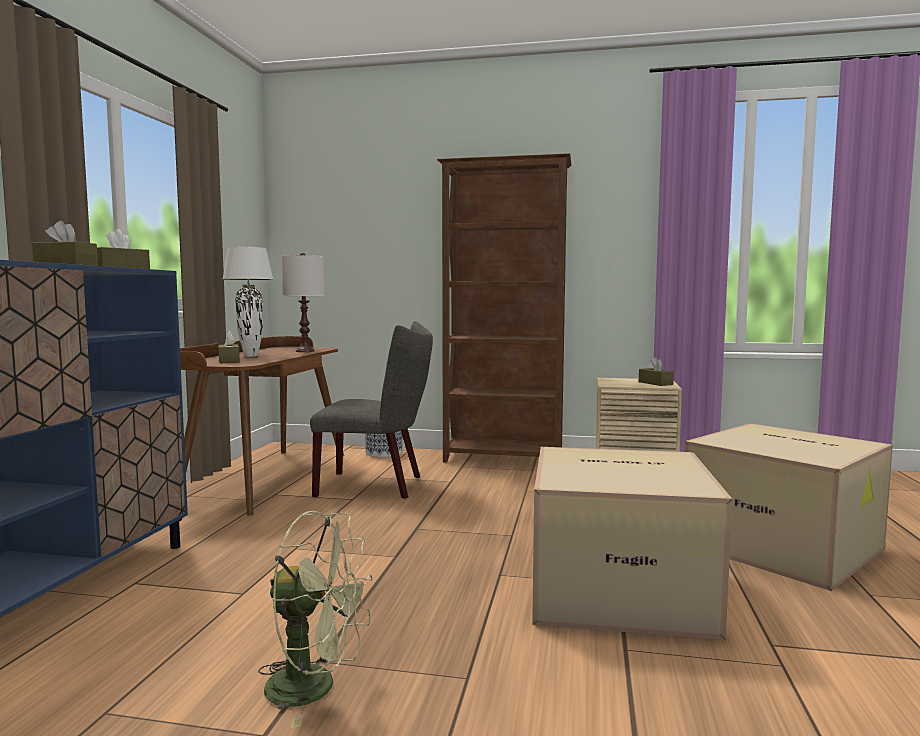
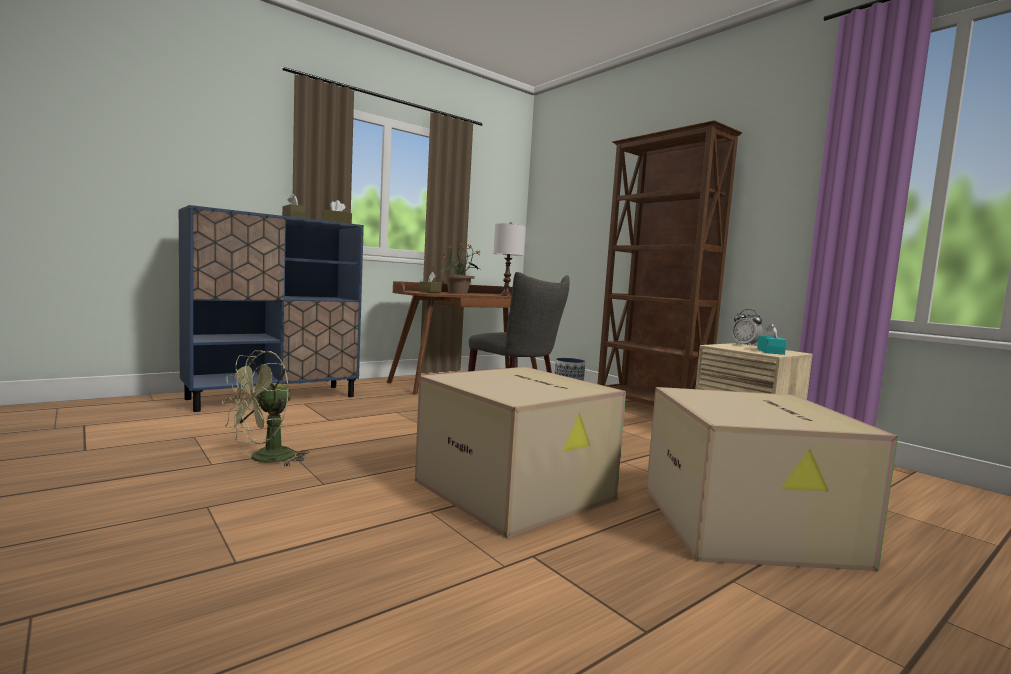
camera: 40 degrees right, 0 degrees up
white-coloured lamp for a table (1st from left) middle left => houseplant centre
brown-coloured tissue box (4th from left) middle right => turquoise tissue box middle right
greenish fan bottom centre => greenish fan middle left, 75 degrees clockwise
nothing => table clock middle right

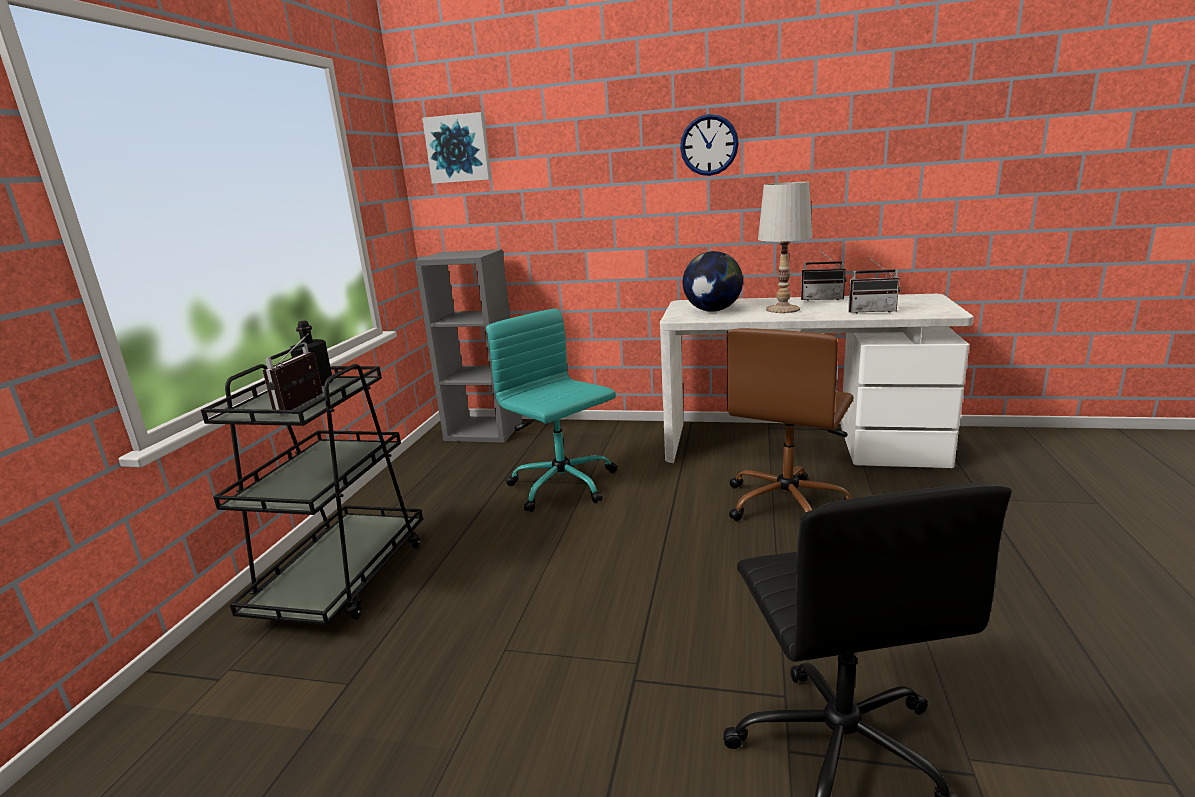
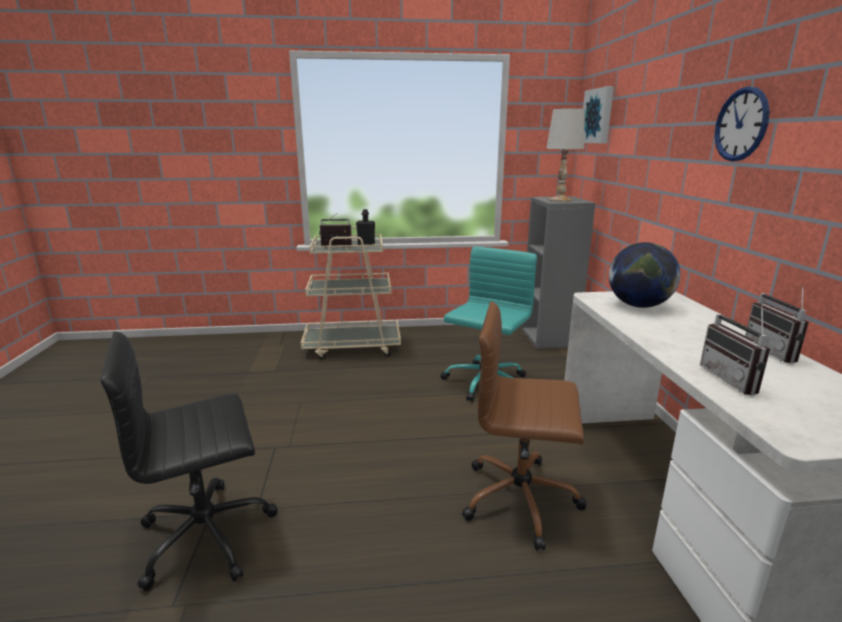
camera: 70 degrees right, 0 degrees up
white-coloured lamp for a table top centre => white-coloured lamp for a table top right, move
black cart middle left => beige cart centre

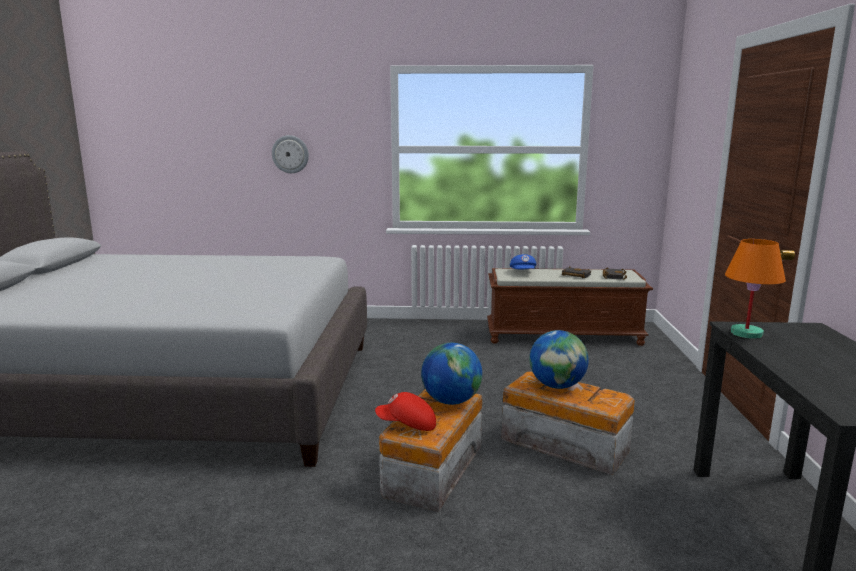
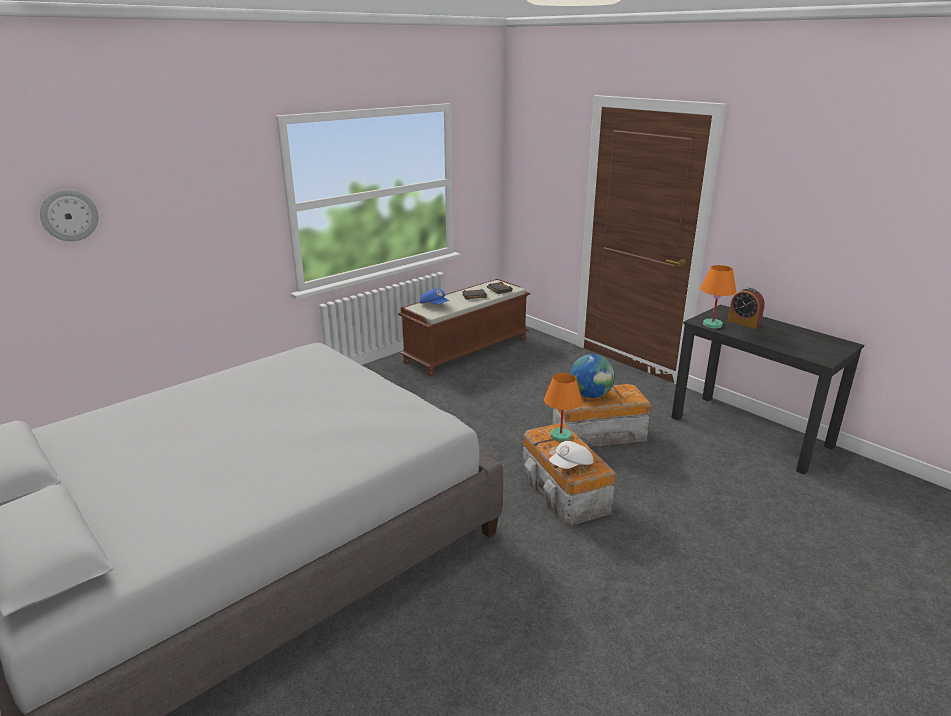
camera: 45 degrees left, 10 degrees up
hanging clock top centre => hanging clock top left, move
globe (1st from left) centre => orange-coloured lamp for a table (1st from left) centre
red-coloured cap bottom centre => white-coloured cap centre
nothing => table clock middle right

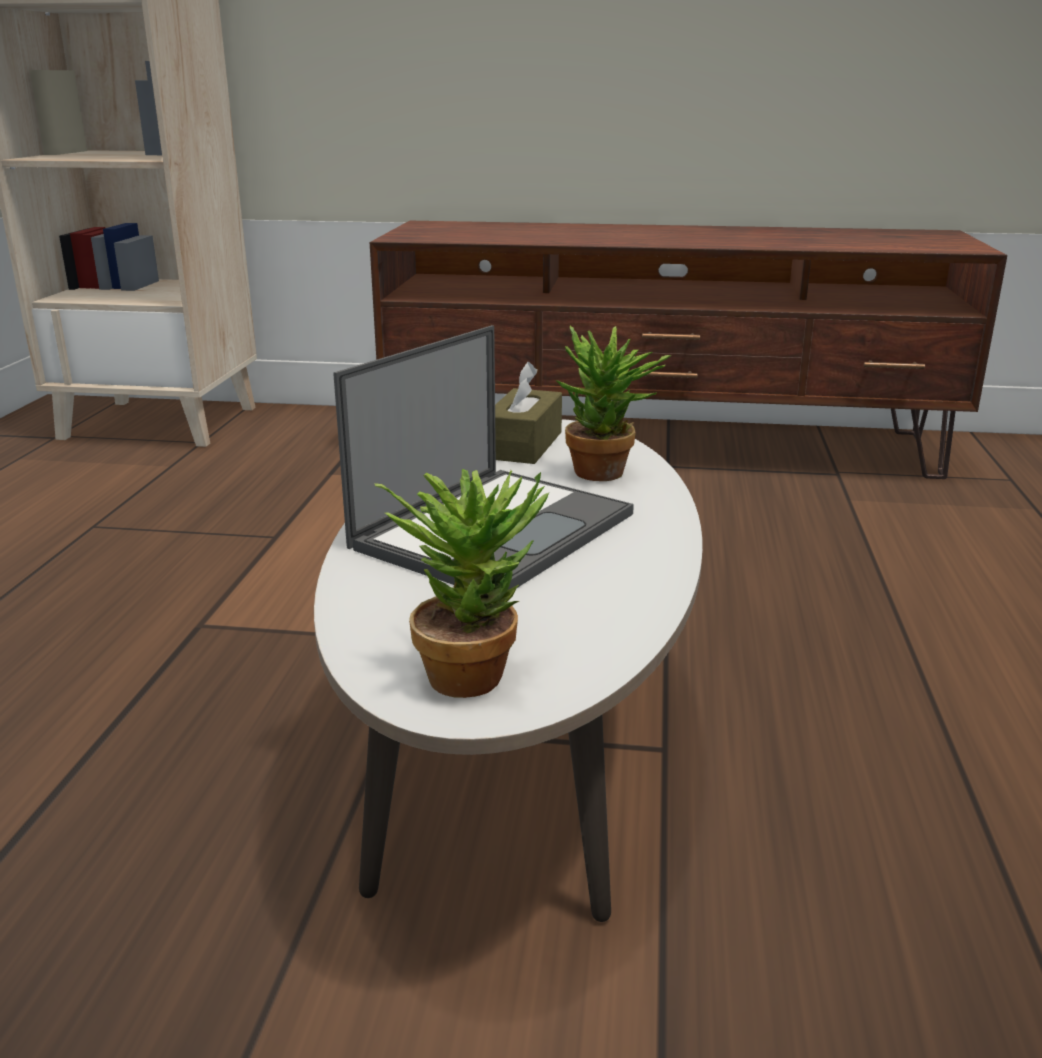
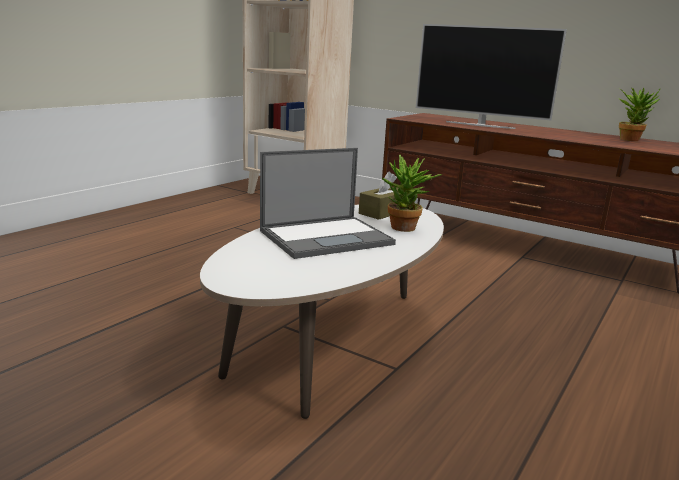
camera: 25 degrees right, 5 degrees down
houseplant (1st from left in the first image) centre => houseplant (2nd from left) top right, move
nothing => TV top right

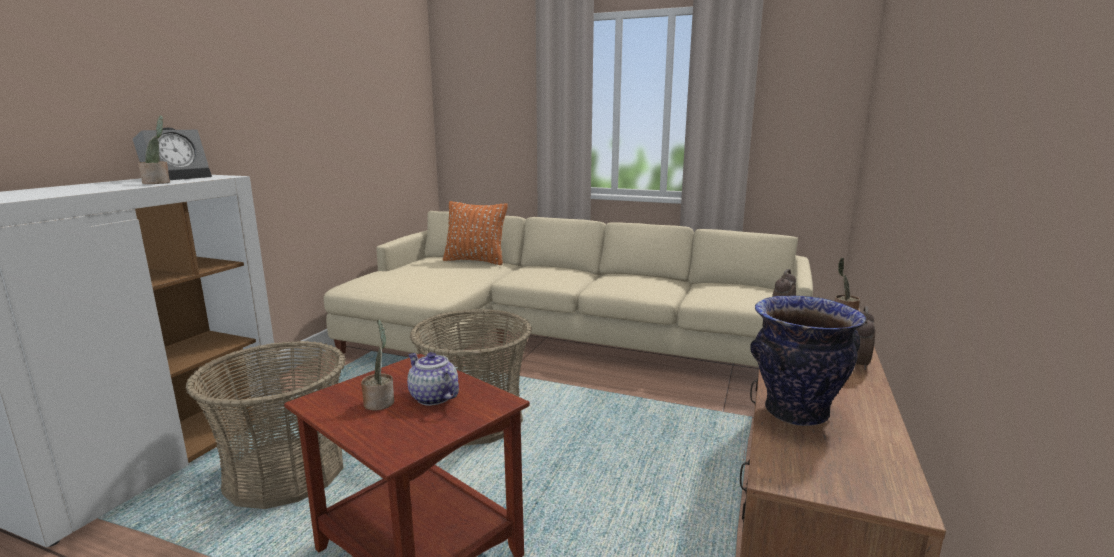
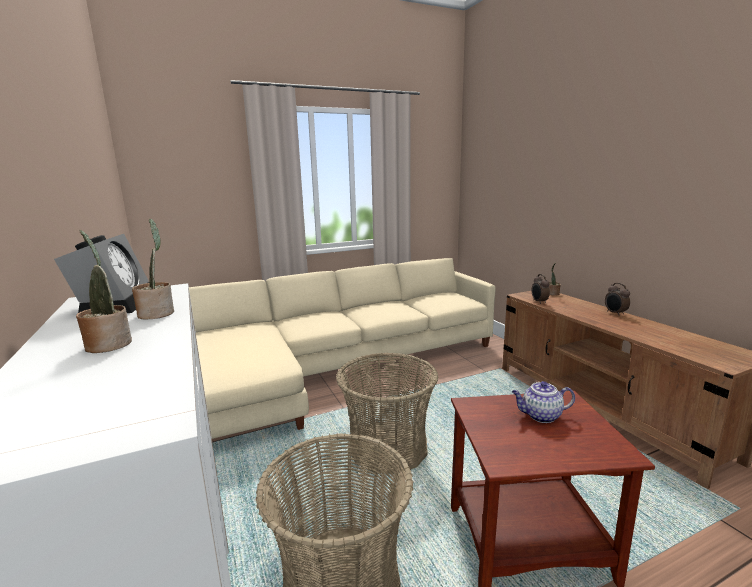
camera: 45 degrees left, 0 degrees up
orange-coloured cushion centre => nothing
flower vase middle right => nothing
houseplant (2nd from left in the first image) centre => houseplant (1st from left) middle left, move

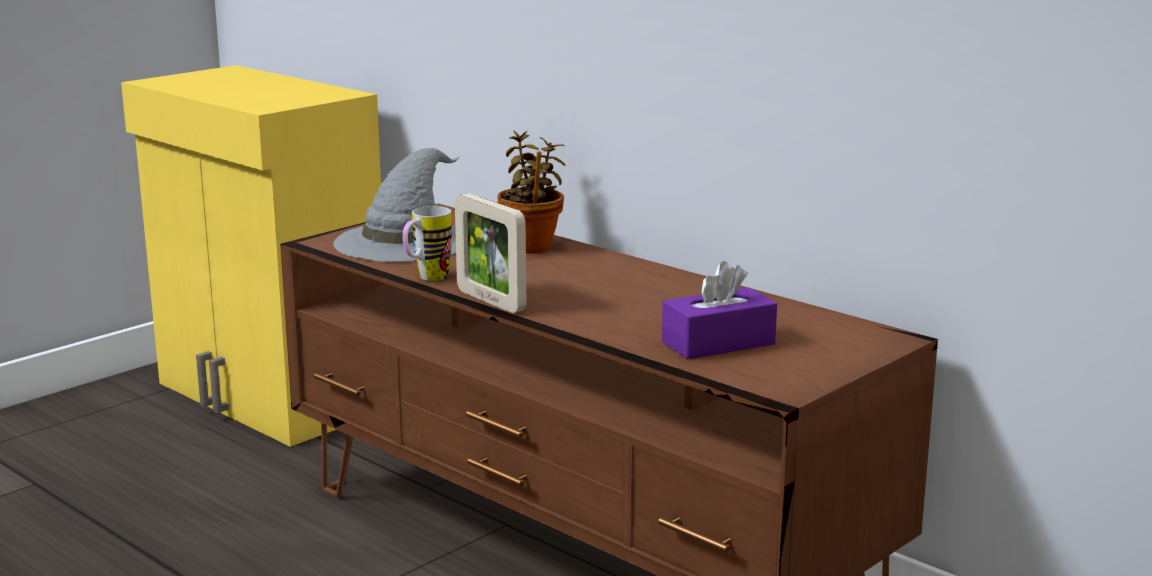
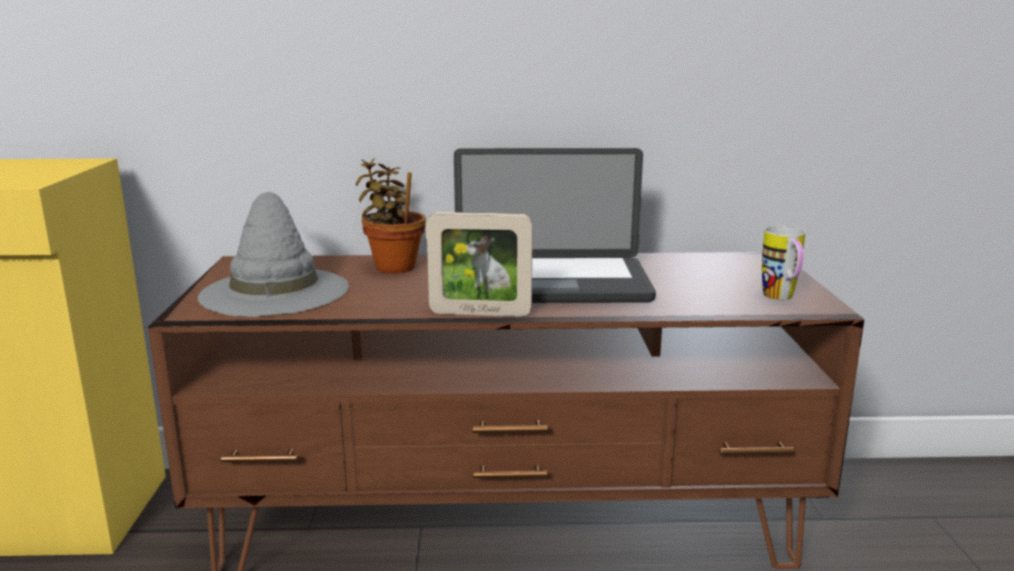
camera: 45 degrees left, 0 degrees up
tea mug centre => tea mug middle right, move
purplish tissue box centre => nothing
nothing => notebook computer centre

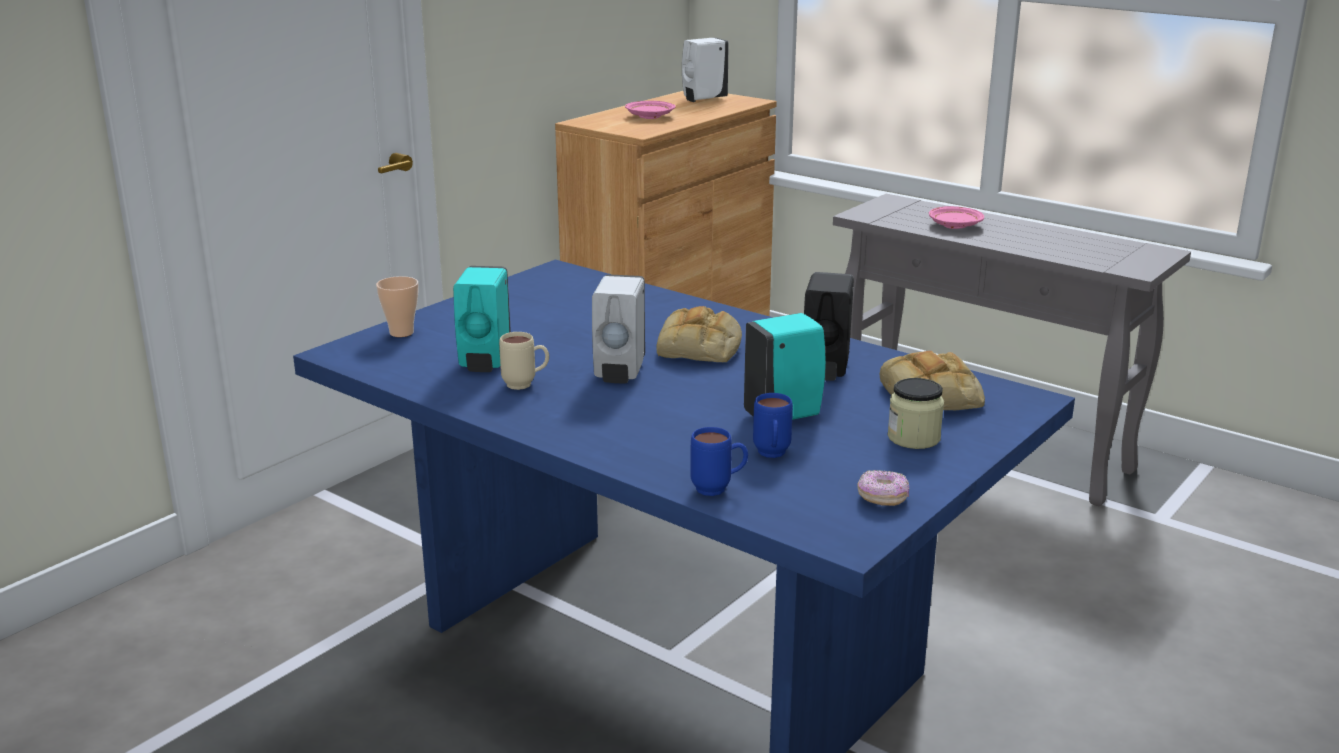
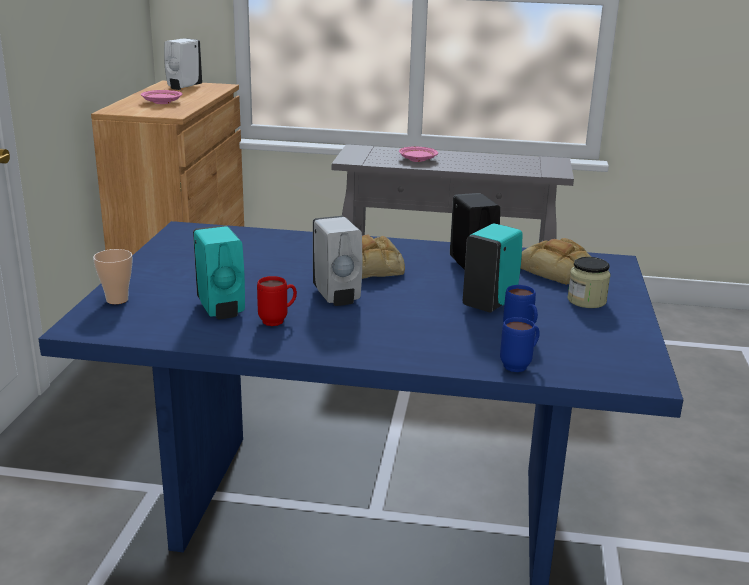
camera: 30 degrees left, 0 degrees up
beige tea mug centre => red-coloured tea mug centre
doughnut centre => nothing

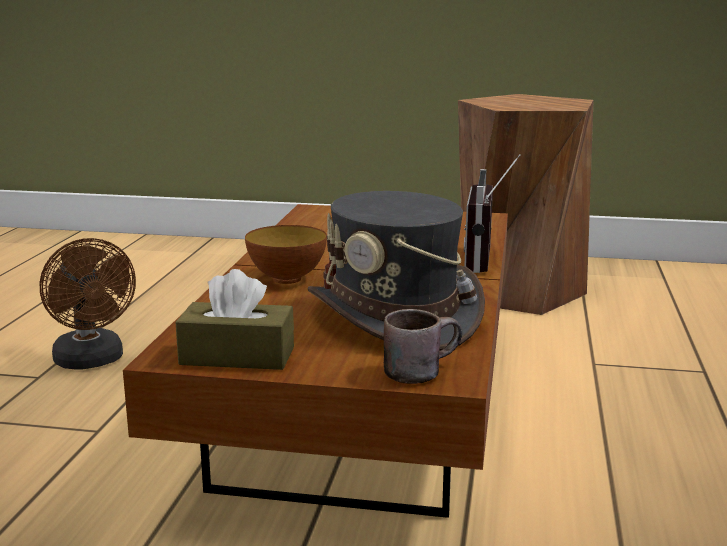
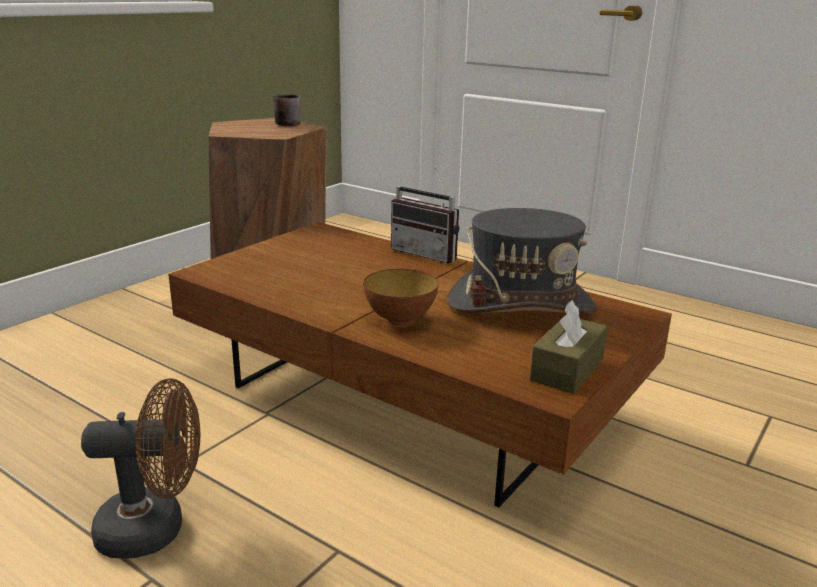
camera: 65 degrees left, 5 degrees up
brown-coloured tea mug centre => brown-coloured tea mug top centre, move

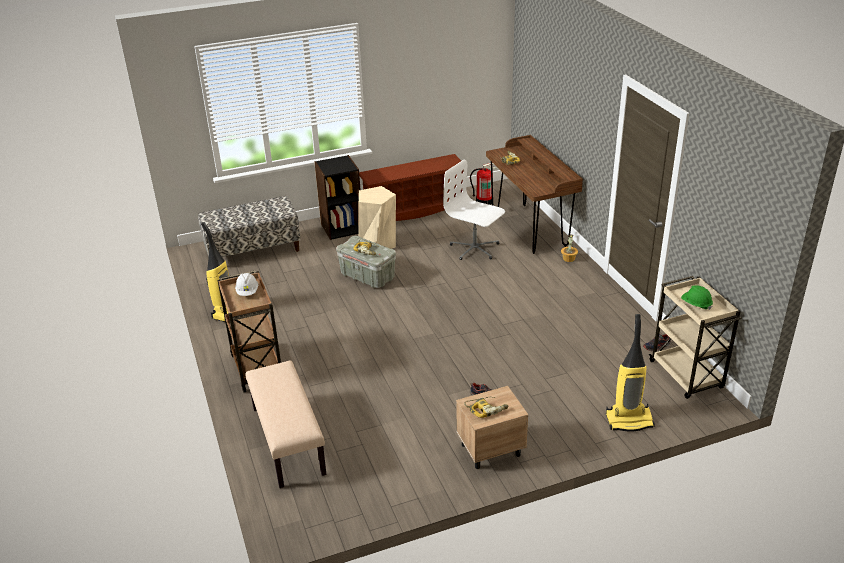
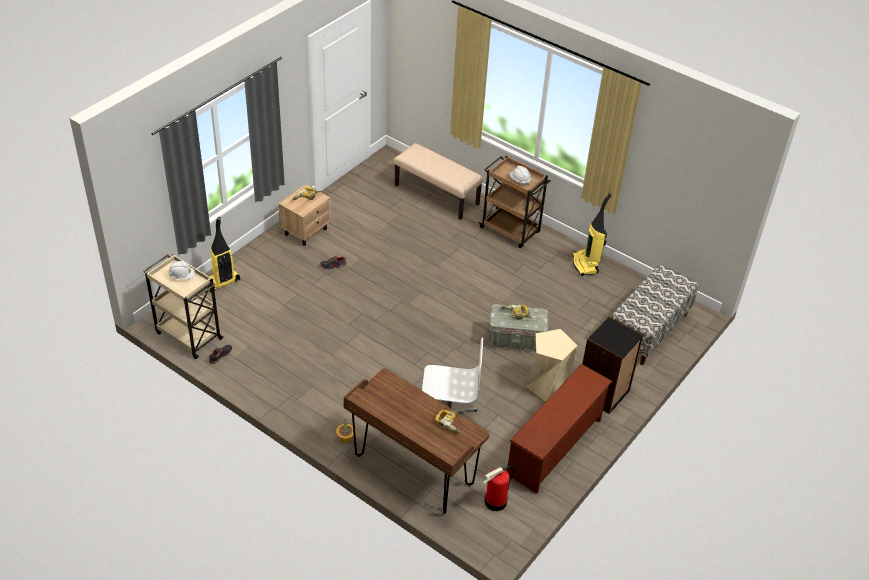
camera: 145 degrees right, 10 degrees up
greenish safety helmet middle right => white-coloured safety helmet (1st from left) middle left

